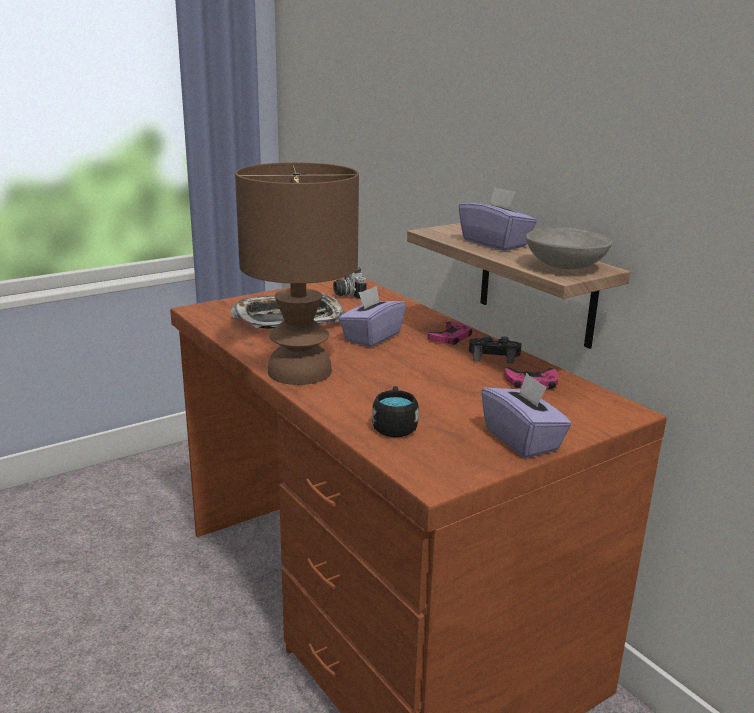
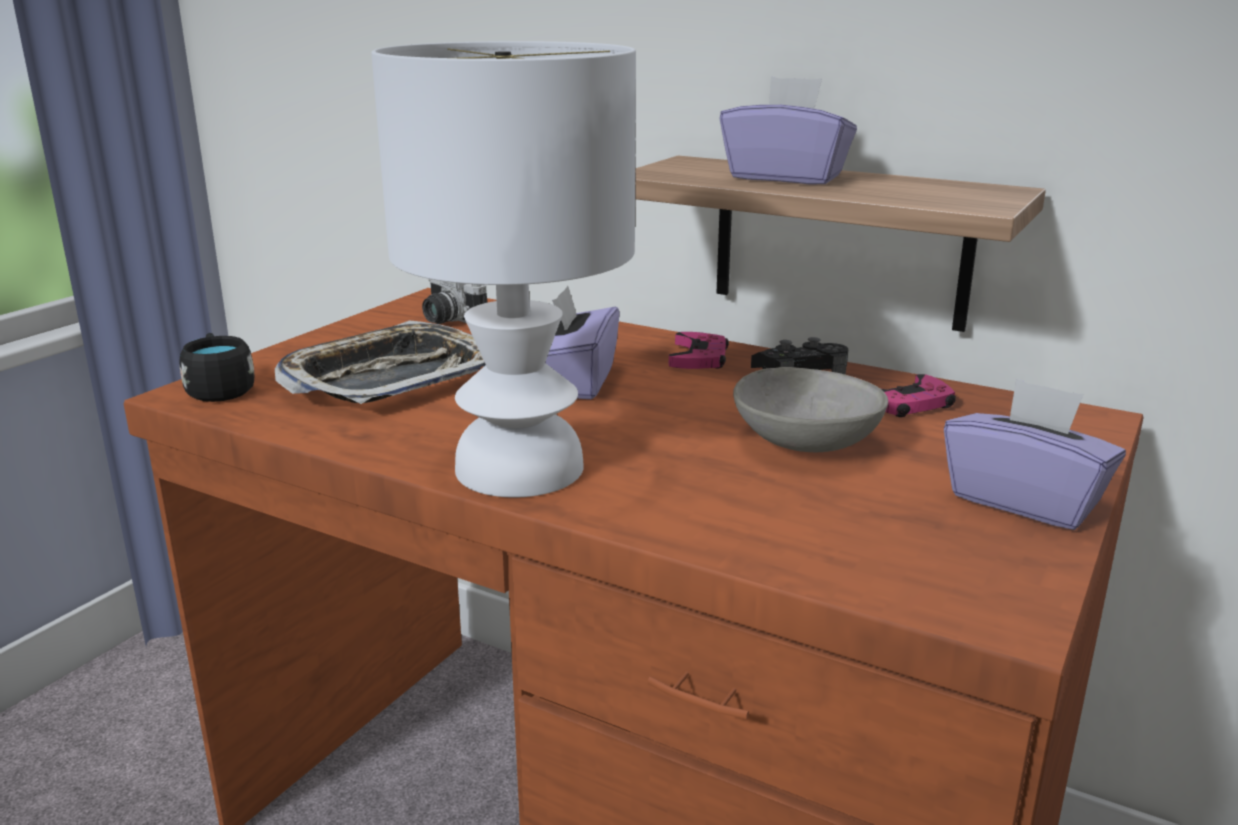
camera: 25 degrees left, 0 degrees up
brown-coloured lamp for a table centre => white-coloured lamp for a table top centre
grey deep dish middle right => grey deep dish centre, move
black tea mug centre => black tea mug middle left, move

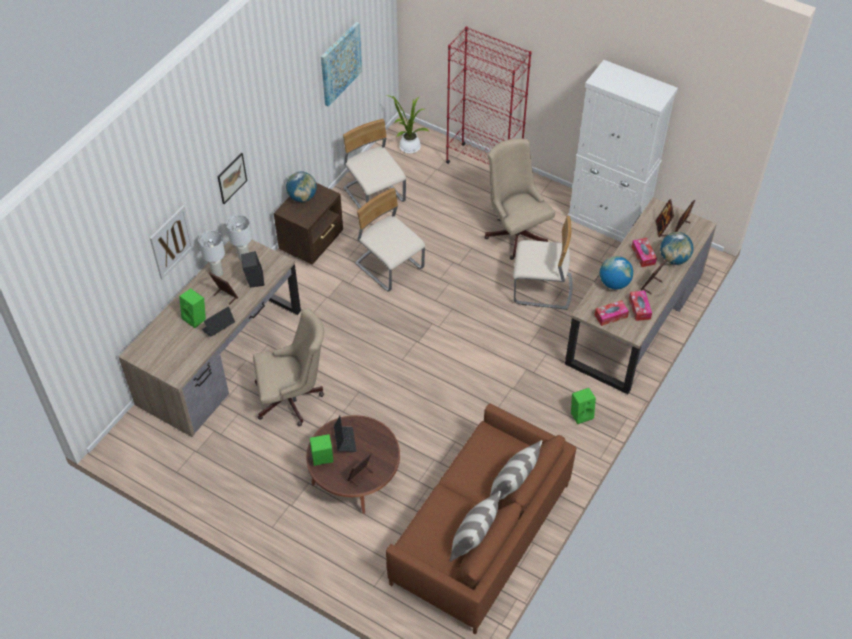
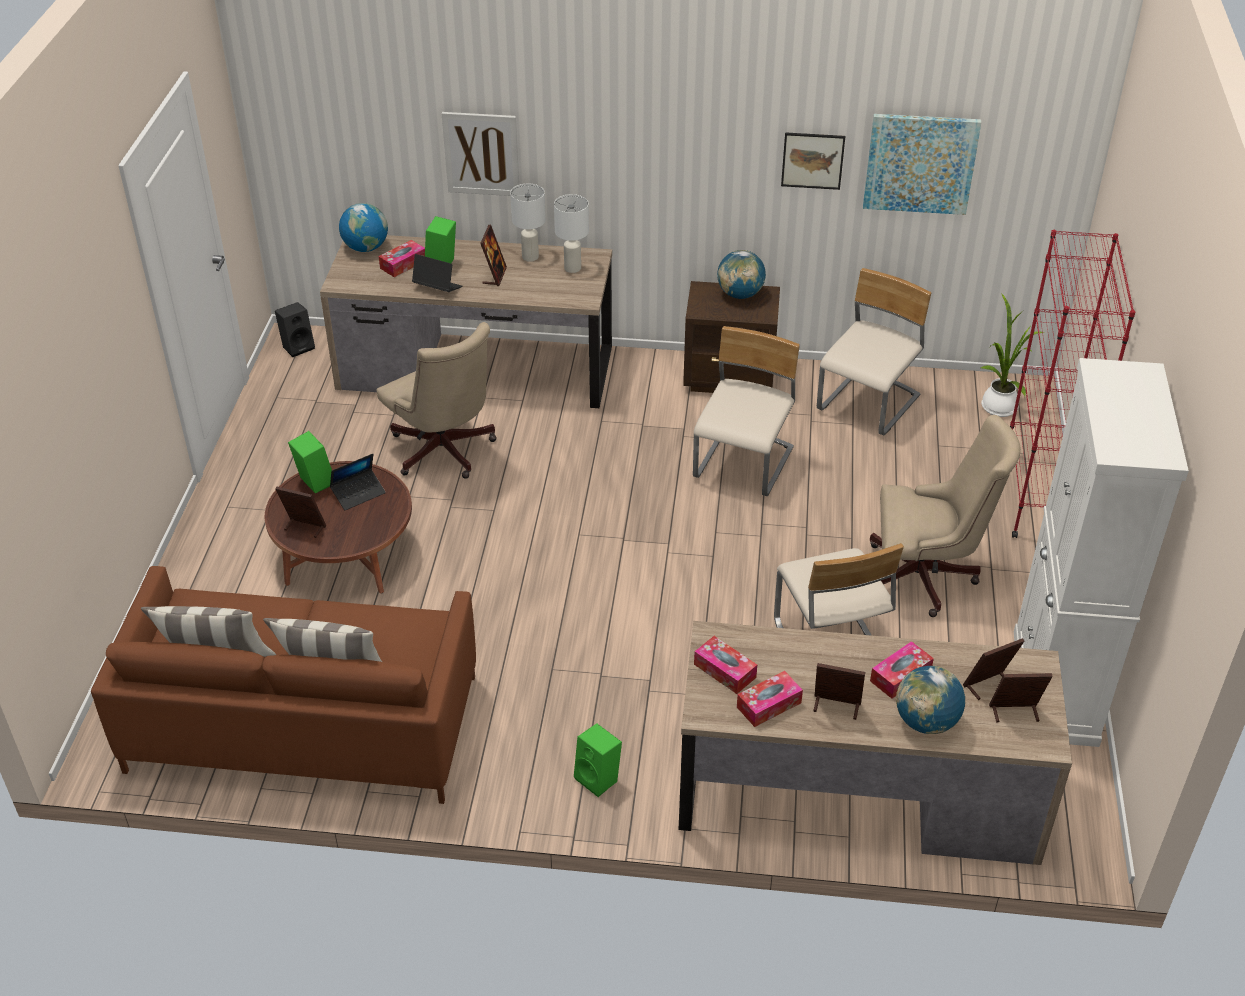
camera: 65 degrees right, 10 degrees down
beige office chair (2nd from left) top centre => beige office chair (2nd from left) middle right, 60 degrees clockwise
wall art (2nd from left) top left => wall art (2nd from left) top centre, move
black audio speaker middle left => black audio speaker top left, move
globe (2nd from left in the first image) middle right => globe (1st from left) top left, move
nothing => tissue box (1st from left) top left

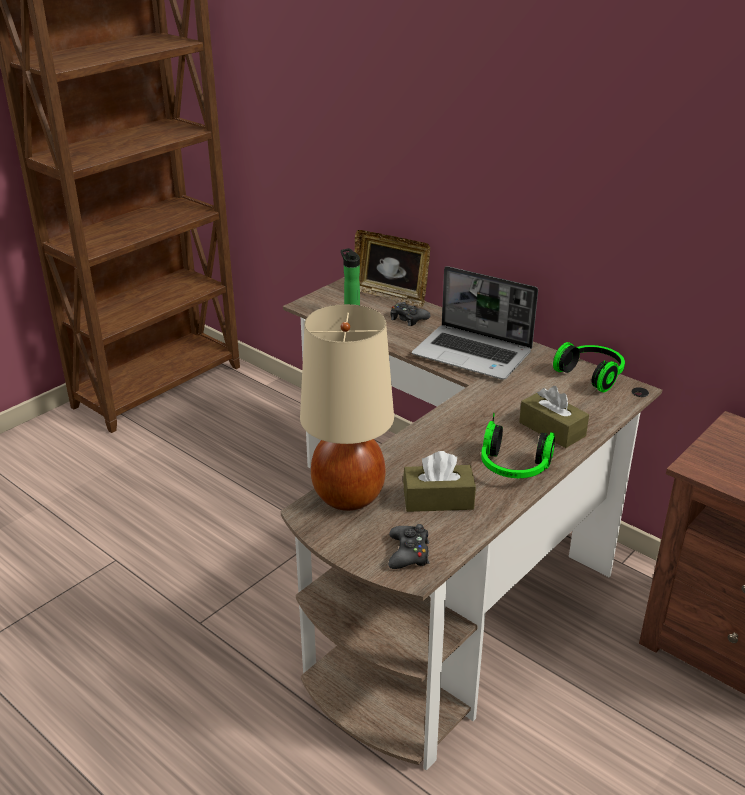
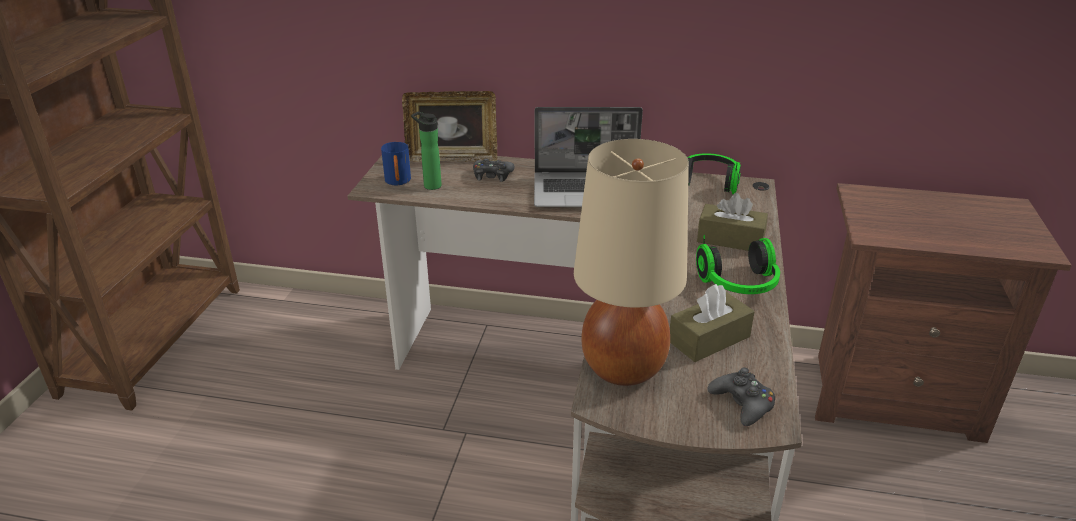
camera: 30 degrees left, 0 degrees up
nothing => blue tea mug top centre

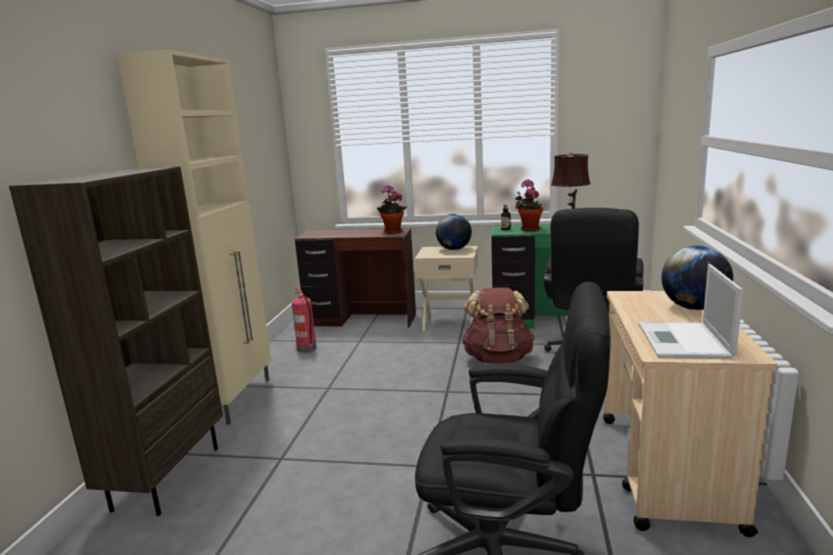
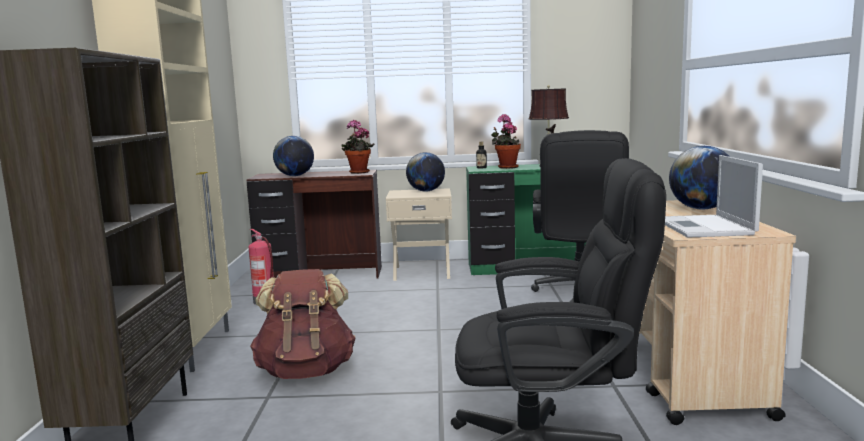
camera: 10 degrees left, 5 degrees down
brown-coloured backpack centre => brown-coloured backpack bottom centre, move
nothing => globe (1st from left) centre

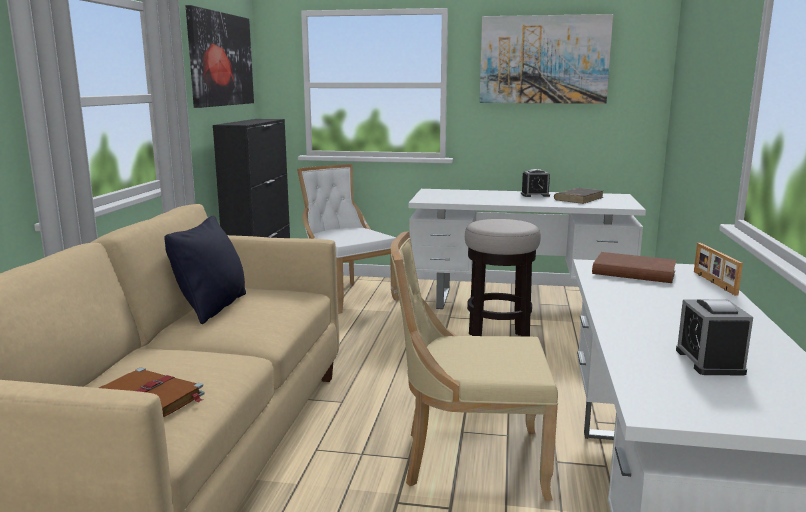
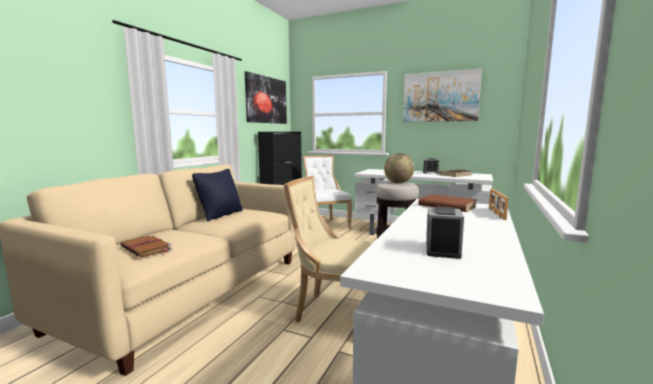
camera: 15 degrees right, 5 degrees down
nothing => globe centre

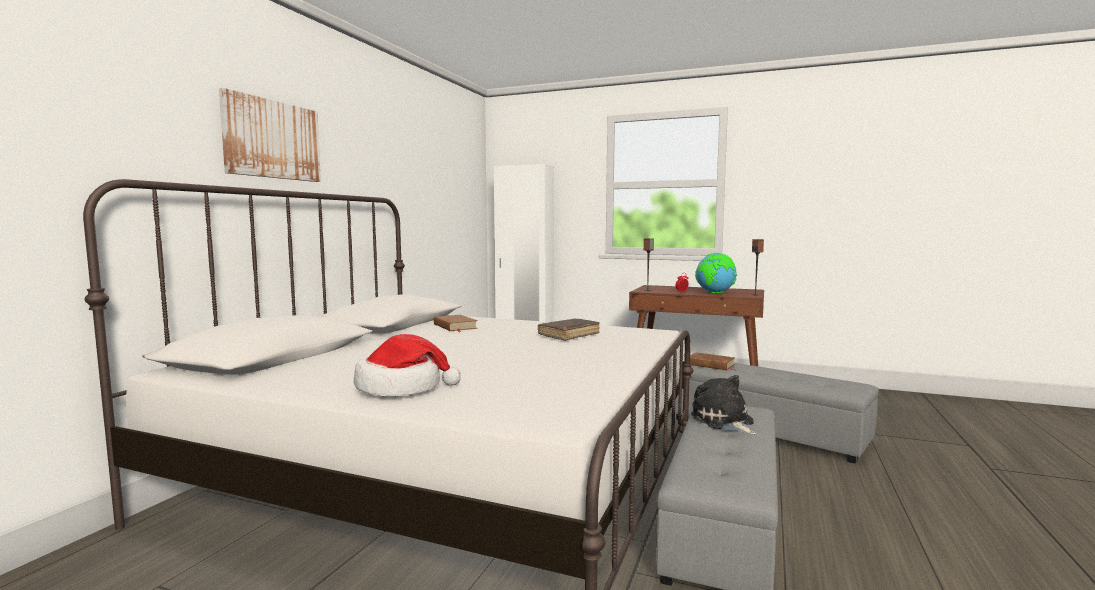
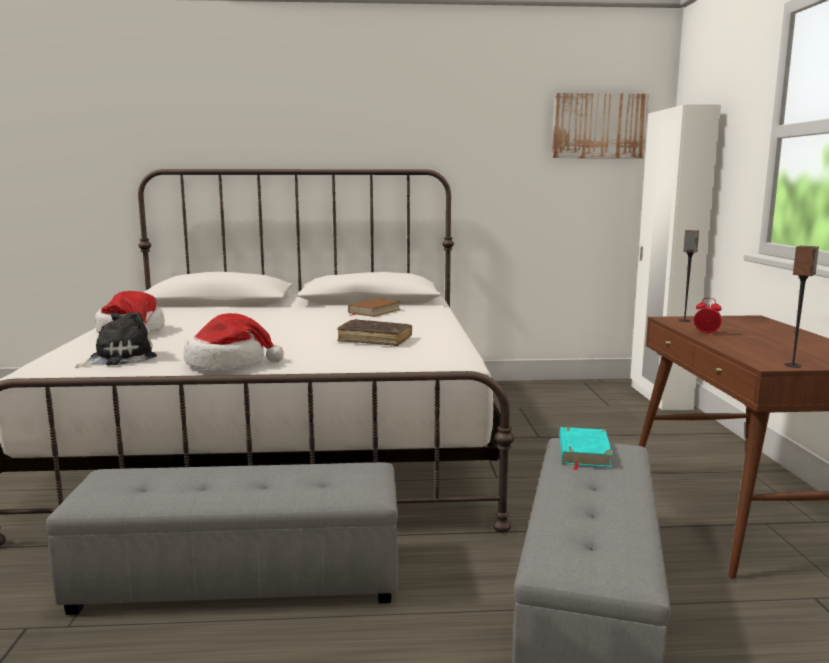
camera: 65 degrees right, 5 degrees up
wall art top left => wall art top right, move
globe centre => nothing
brown-coloured bound book (3rd from left) centre => turquoise bound book bottom right
plush toy bottom centre => plush toy middle left, move
nothing => hat (2nd from left) middle left

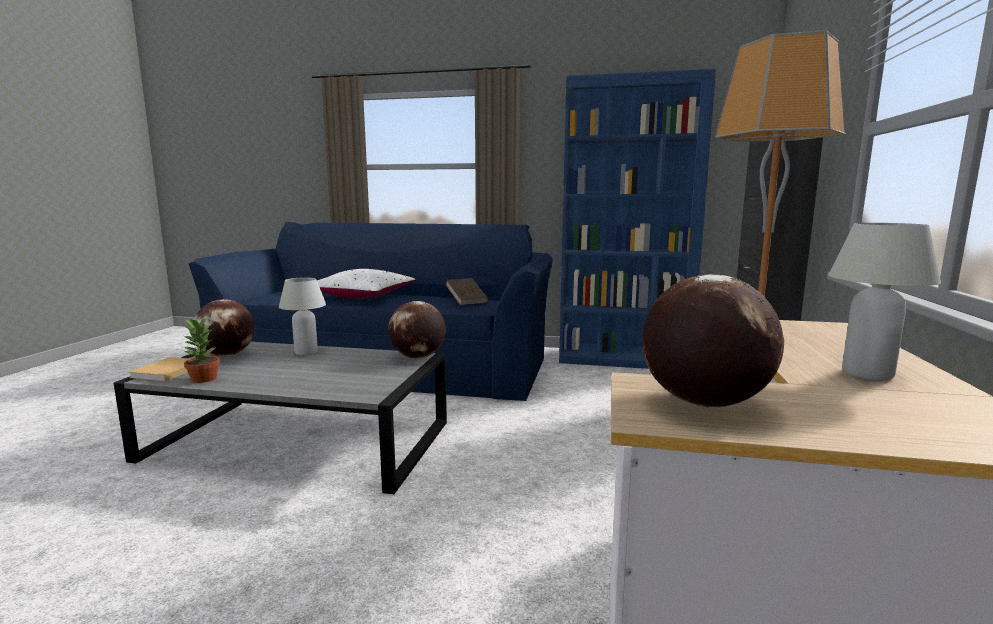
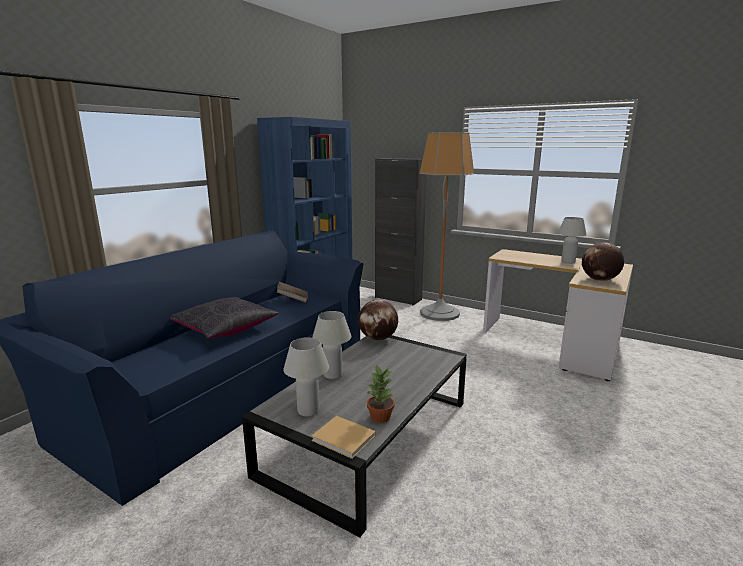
camera: 70 degrees left, 5 degrees up
white-coloured cushion centre => black cushion middle left
globe (1st from left) middle left => white-coloured lamp for a table (1st from left) centre

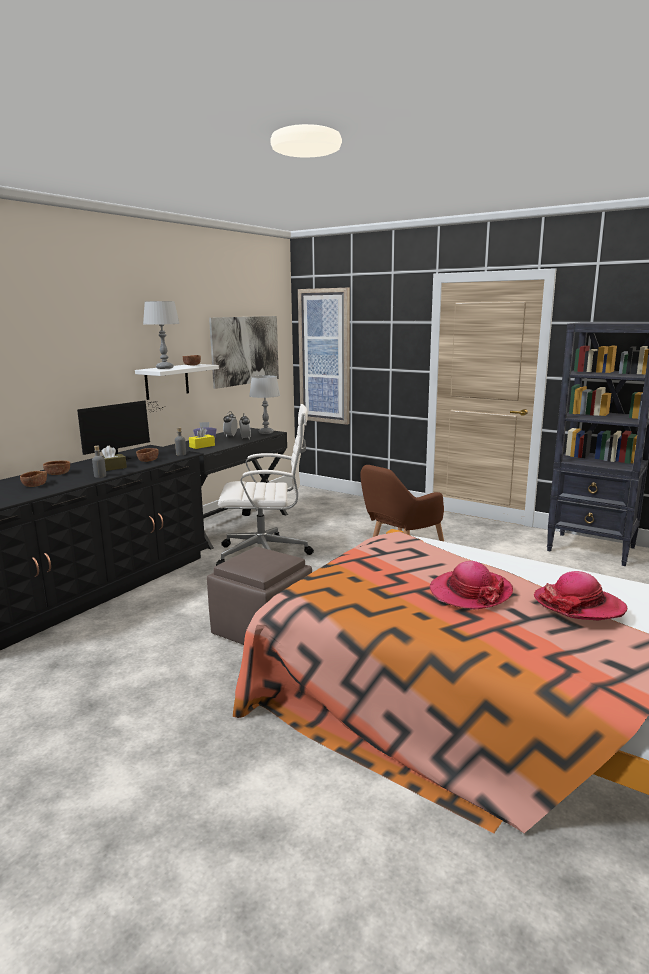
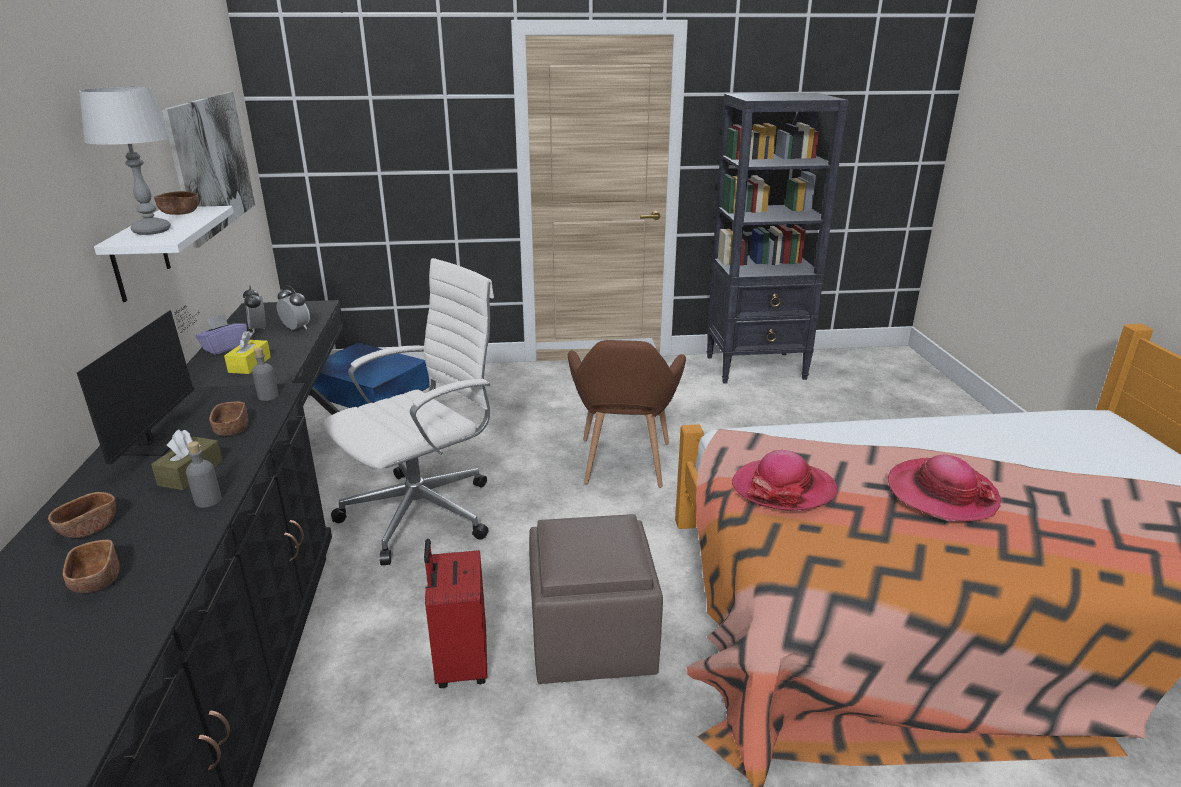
camera: 40 degrees left, 10 degrees up
wall art (2nd from left) centre => nothing
grey lamp for a table (2nd from left) centre => nothing
hat (2nd from left in the first image) middle right => hat (1st from left) centre, move
nothing => blue storage container middle left
nothing => red-coloured piece of luggage bottom centre

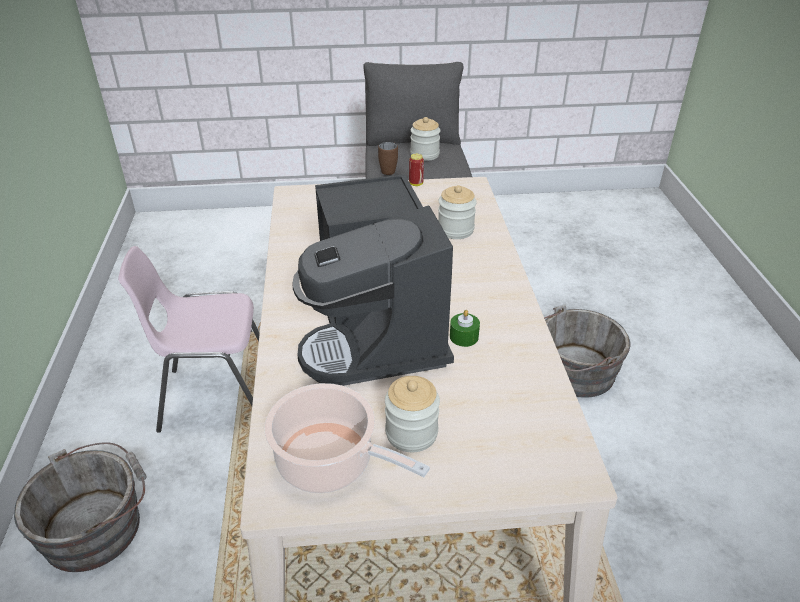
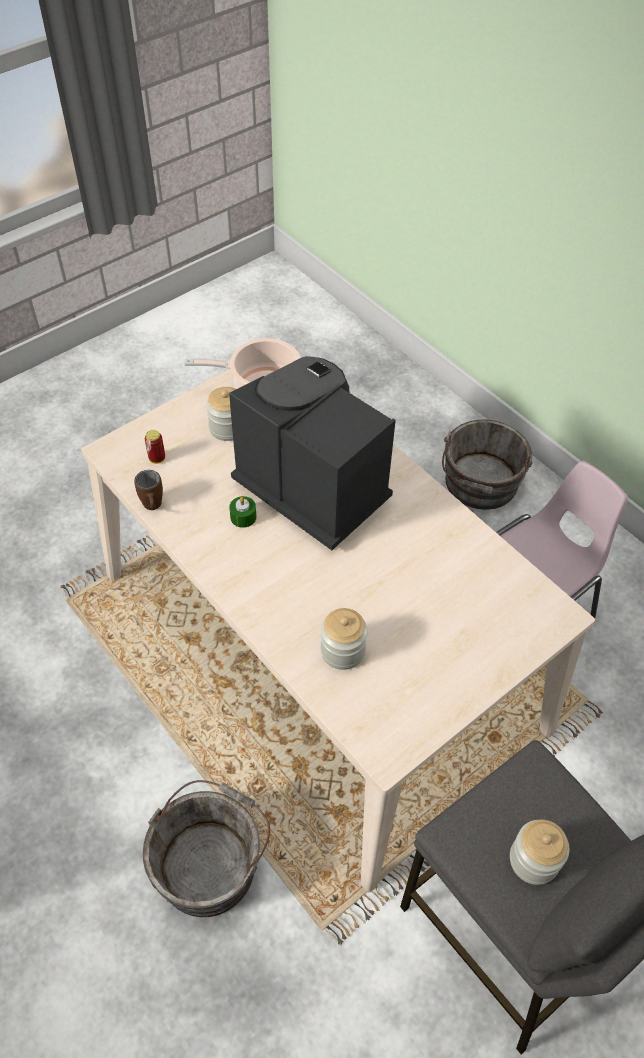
camera: 145 degrees right, 15 degrees up
brown-coloured tea mug top centre => brown-coloured tea mug middle left, move
can top centre => can middle left, move

